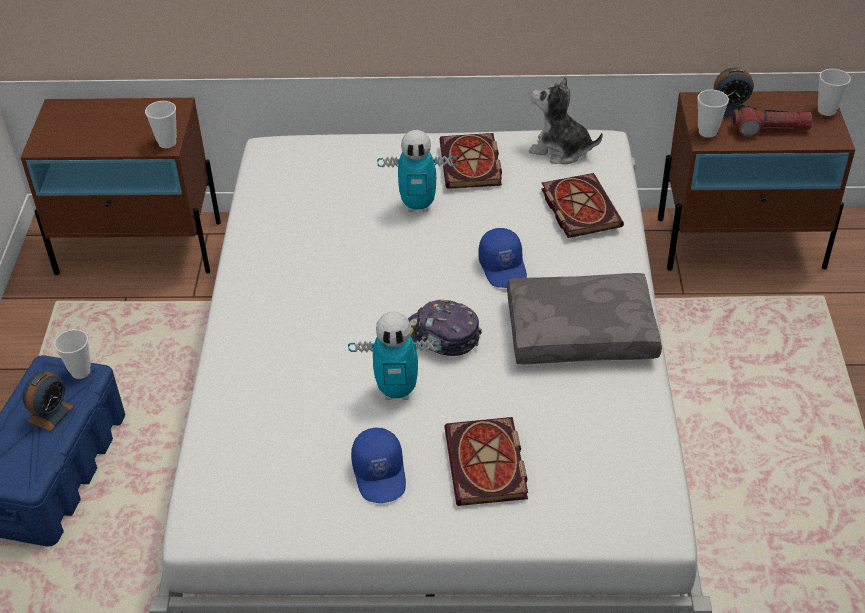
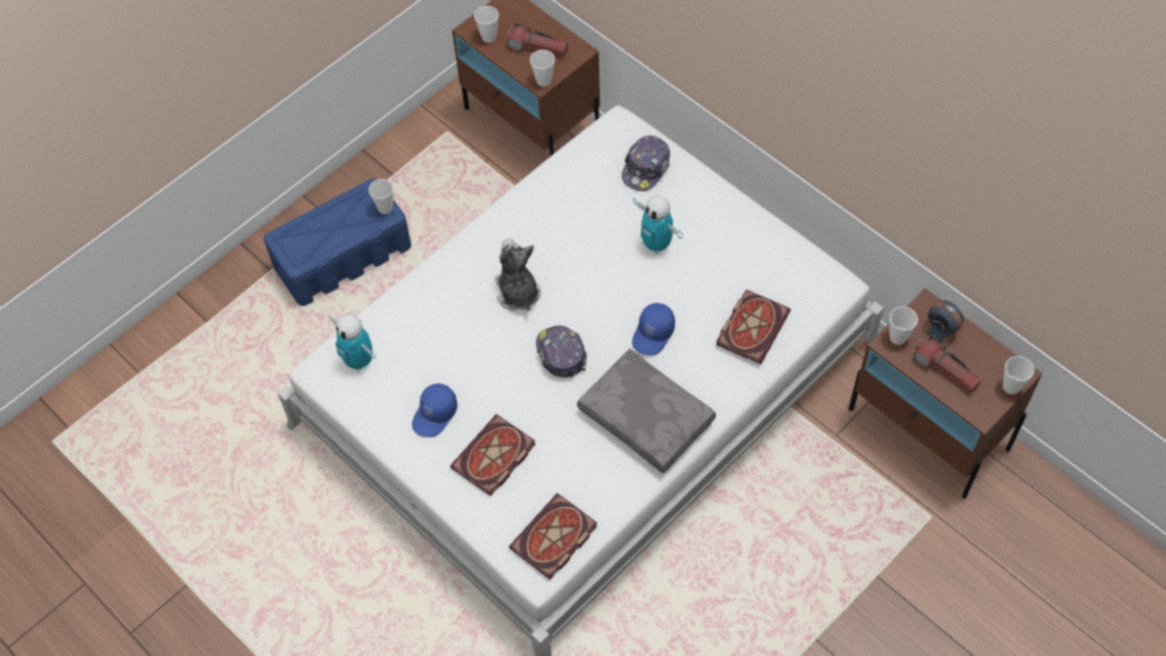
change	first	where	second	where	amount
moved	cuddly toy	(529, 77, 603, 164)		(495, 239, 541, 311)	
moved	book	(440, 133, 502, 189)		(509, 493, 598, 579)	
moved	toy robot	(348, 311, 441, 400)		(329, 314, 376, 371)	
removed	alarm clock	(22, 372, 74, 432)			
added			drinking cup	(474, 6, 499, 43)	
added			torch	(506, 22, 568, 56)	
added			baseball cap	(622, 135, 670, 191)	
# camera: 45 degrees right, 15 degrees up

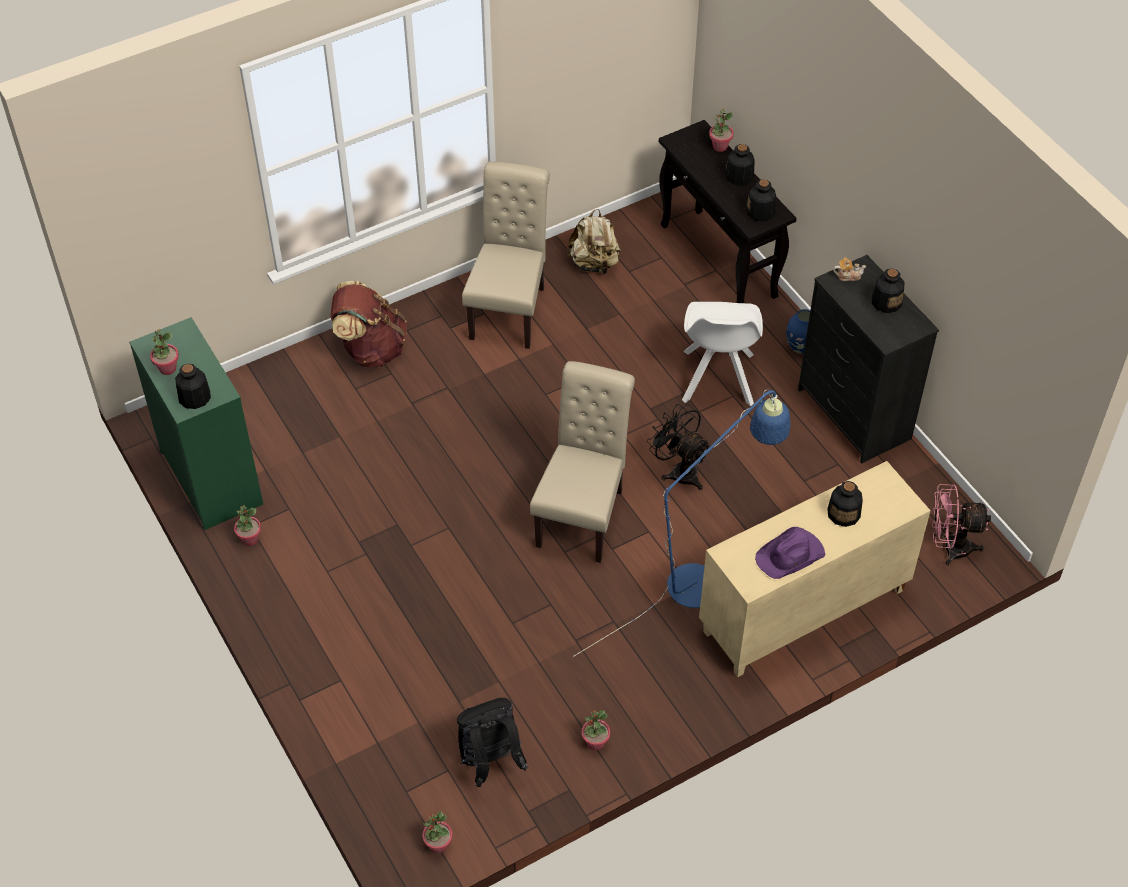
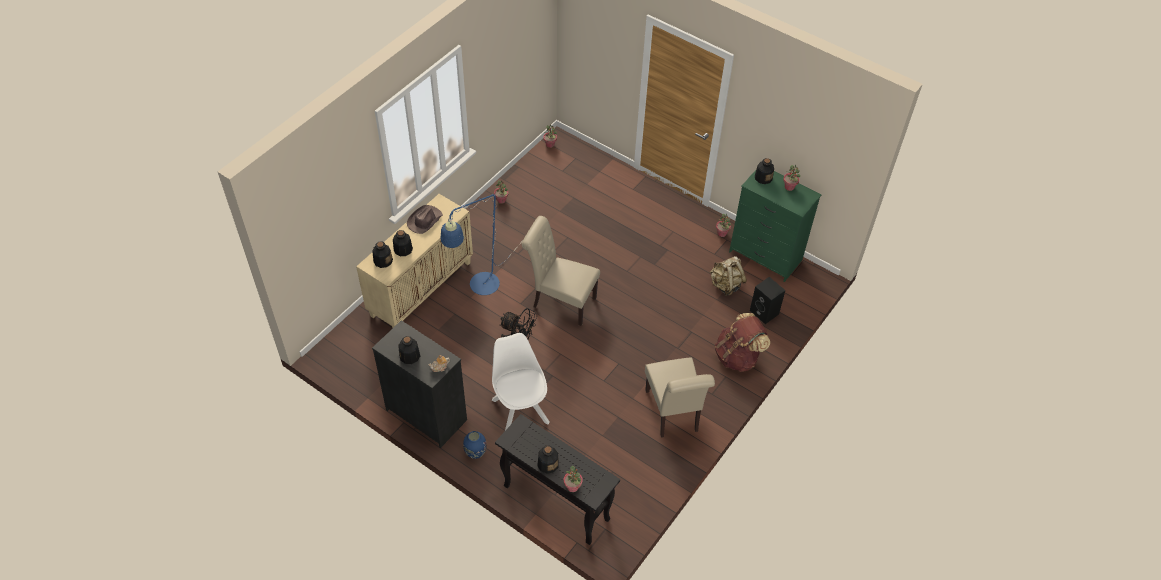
change	first	where	second	where	amount
moved	bottle	(746, 179, 776, 222)		(372, 241, 393, 268)	
moved	knapsack (beige-coloured)	(566, 209, 621, 274)		(709, 256, 747, 296)	
turned	plain chair (beige-coloured)	(530, 361, 635, 563)		(521, 216, 600, 326)	120 degrees clockwise
removed	fan (pinkish)	(932, 484, 991, 566)			
recoloured	wearable hat (purplish)	(755, 527, 825, 579)	wearable hat (brown)	(407, 205, 443, 234)	
removed	knapsack (black)	(457, 698, 528, 787)			
added			speaker (black)	(750, 277, 785, 324)	
# camera: 155 degrees right, 0 degrees up

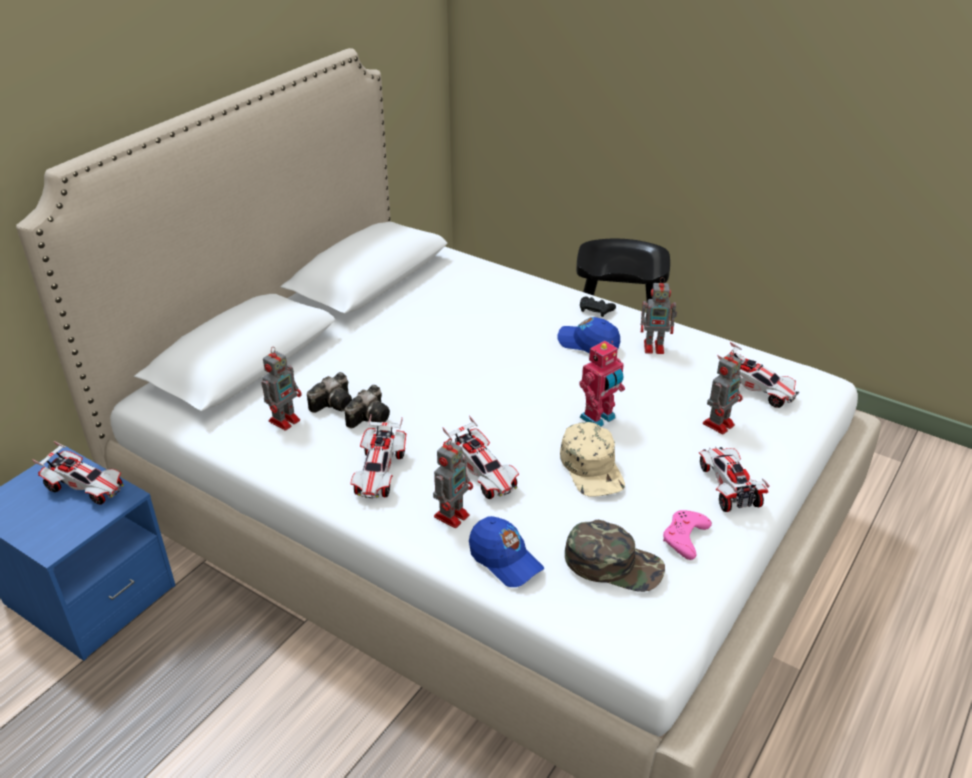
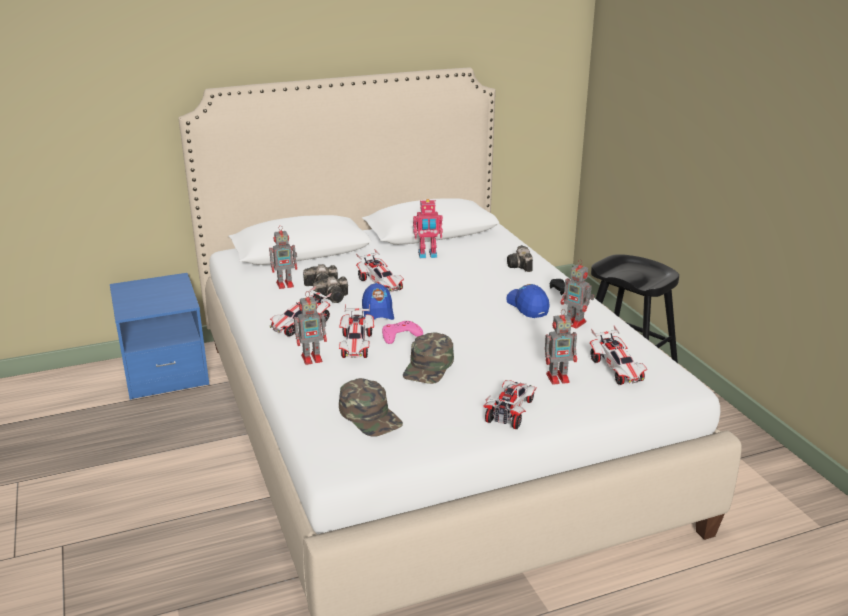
change	first	where	second	where	amount
moved	toy robot	(579, 341, 625, 427)		(413, 199, 443, 258)	
recoloured	baseball cap (beige-coloured)	(560, 422, 625, 497)	baseball cap (green)	(403, 332, 454, 384)	
moved	miniature car	(32, 441, 124, 504)		(356, 249, 404, 292)	
moved	gamepad (pinkish)	(663, 510, 712, 560)		(382, 321, 423, 344)	
moved	baseball cap (blue-coloured)	(469, 516, 544, 587)		(362, 283, 394, 320)	
added			still camera	(507, 245, 533, 272)	
# camera: 35 degrees right, 10 degrees down

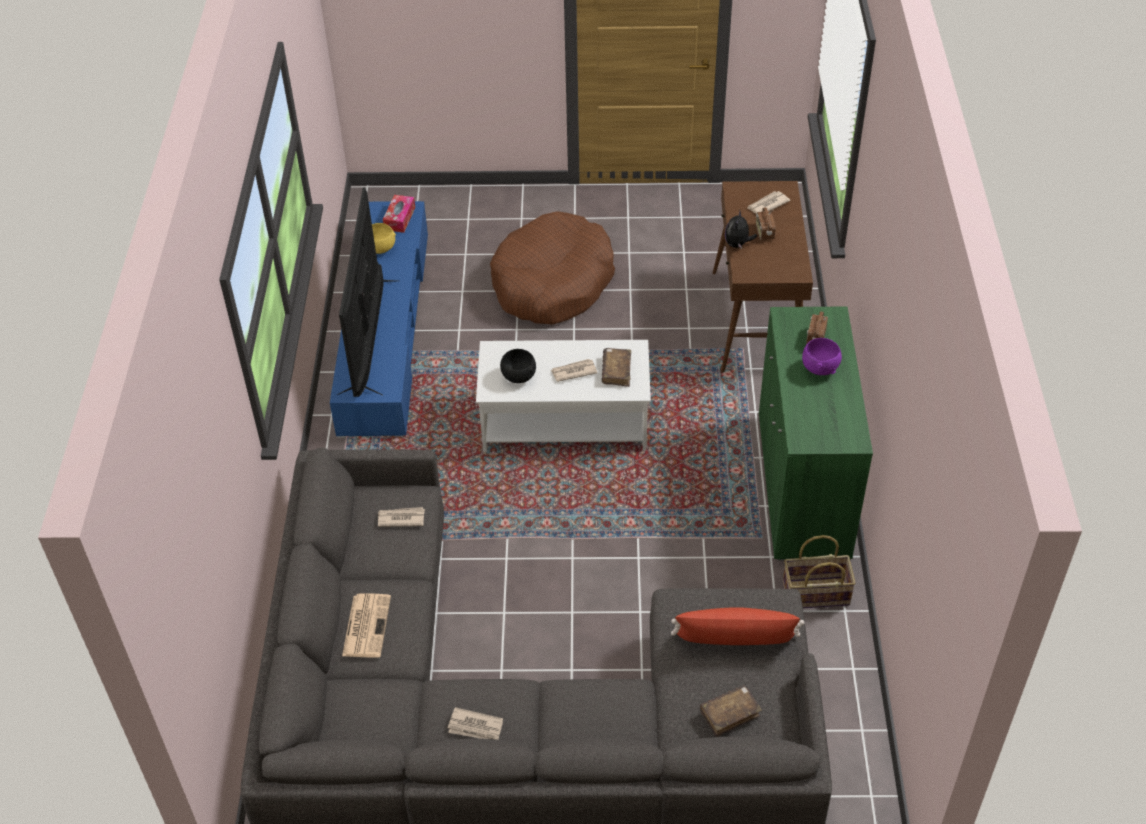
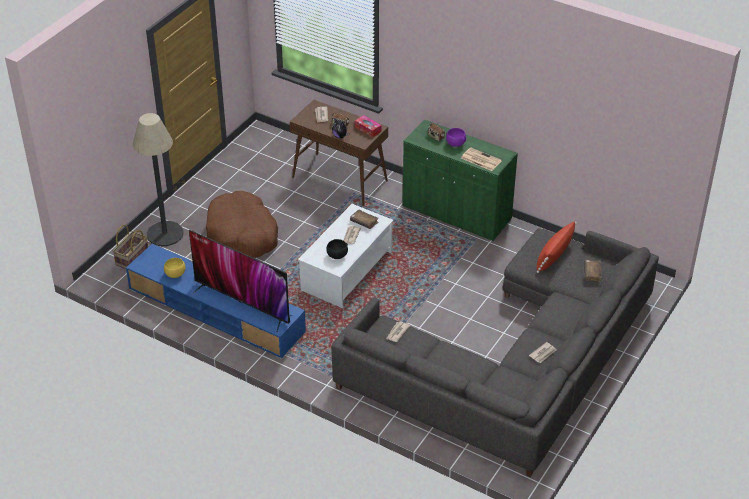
change	first	where	second	where	amount
moved	tissue holder	(383, 195, 415, 233)		(355, 115, 382, 137)	
moved	basket	(782, 535, 856, 608)		(113, 225, 148, 269)	
moved	newspaper	(342, 593, 391, 658)		(461, 147, 502, 171)	
added			standing lamp	(133, 113, 184, 246)	
# camera: 60 degrees left, 5 degrees down

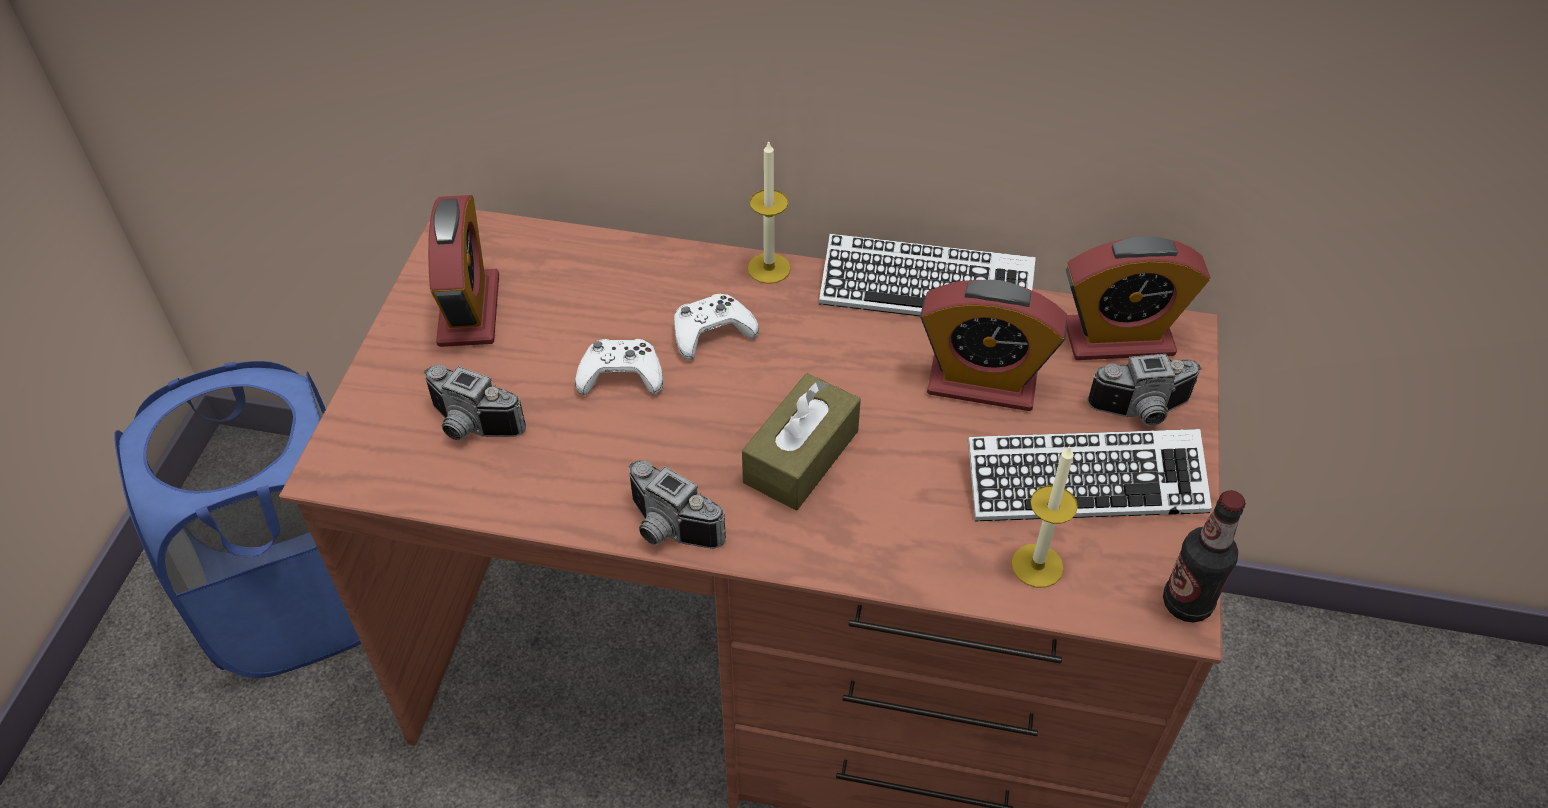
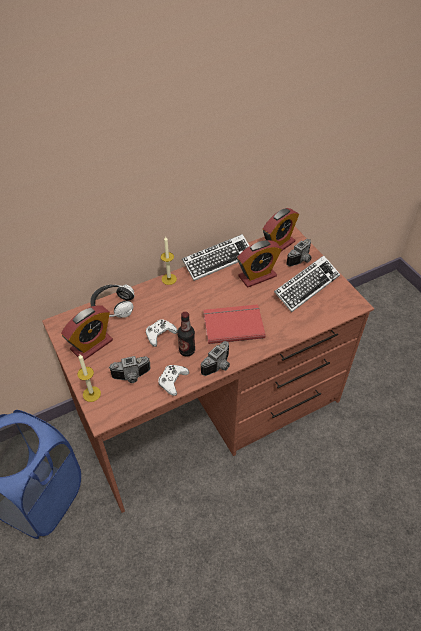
change	first	where	second	where	amount
turned	alarm clock	(428, 195, 499, 347)		(61, 305, 113, 360)	90 degrees clockwise
moved	gamepad (white-coloured)	(674, 294, 759, 360)		(158, 365, 189, 396)	
replaced	tissue holder (brown)	(742, 373, 861, 510)	book (red-coloured)	(203, 304, 265, 344)	
moved	wax candle	(1011, 445, 1078, 588)		(77, 355, 101, 402)	
turned	still camera	(629, 460, 726, 549)		(201, 341, 230, 376)	45 degrees counterclockwise
moved	bottle	(1163, 490, 1246, 623)		(178, 312, 195, 357)	
added			headphones	(90, 284, 135, 318)	
# camera: 40 degrees left, 0 degrees up

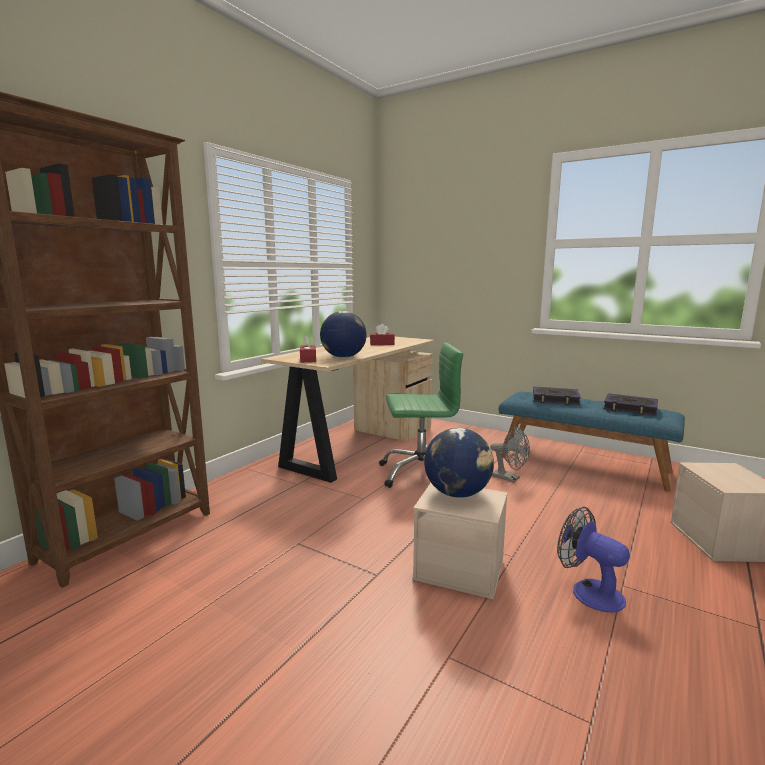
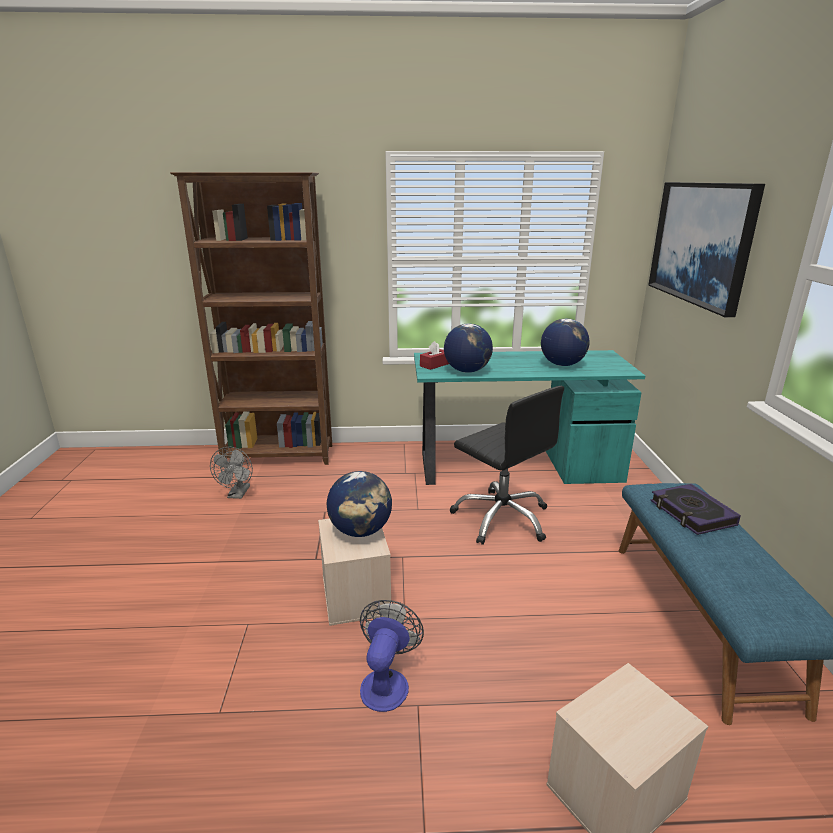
change	first	where	second	where	amount
replaced	tissue holder (red-coloured)	(370, 324, 395, 345)	desk globe	(541, 319, 590, 366)	
recoloured	desk unit (beige-coloured)	(261, 337, 435, 483)	desk unit (turquoise-coloured)	(414, 350, 645, 485)	
recoloured	desk chair (green)	(379, 343, 463, 488)	desk chair (black)	(450, 386, 564, 545)	
removed	book	(603, 393, 658, 416)			
moved	fan (grey)	(490, 427, 530, 483)		(210, 447, 253, 499)	
added			wall picture	(648, 182, 765, 317)	
# camera: 55 degrees right, 10 degrees up

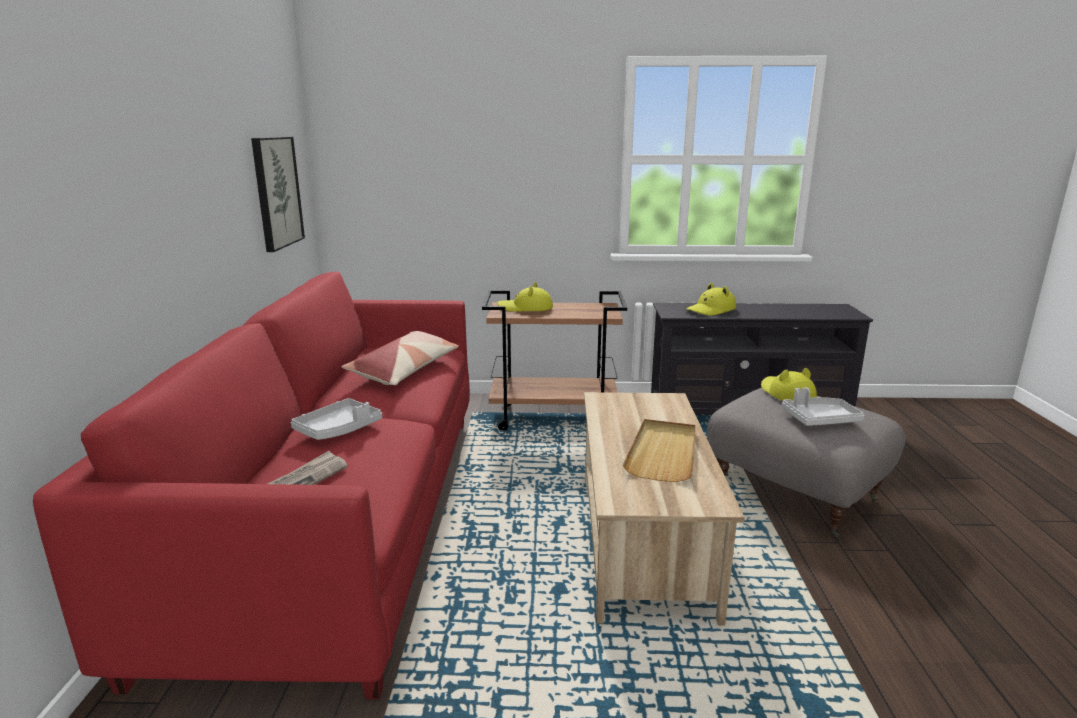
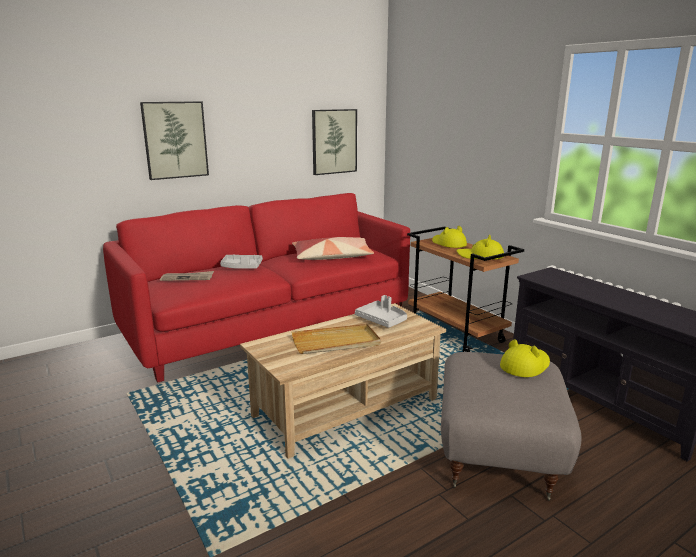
change	first	where	second	where	amount
moved	wearable hat (yellow)	(686, 283, 736, 316)		(457, 235, 504, 260)	
moved	carrying tray (grey)	(782, 388, 864, 426)		(355, 295, 407, 328)	
added			wall picture	(140, 101, 209, 180)	
# camera: 55 degrees right, 0 degrees up

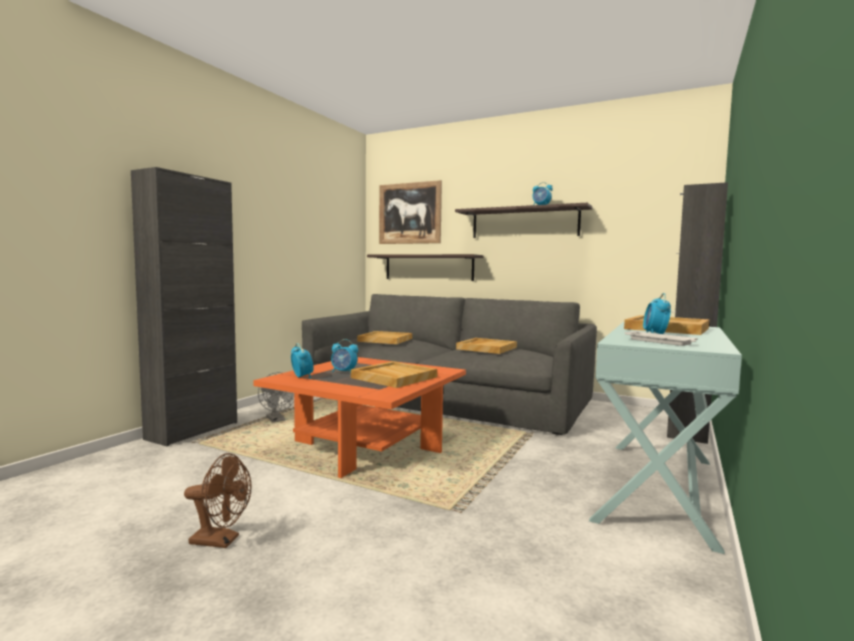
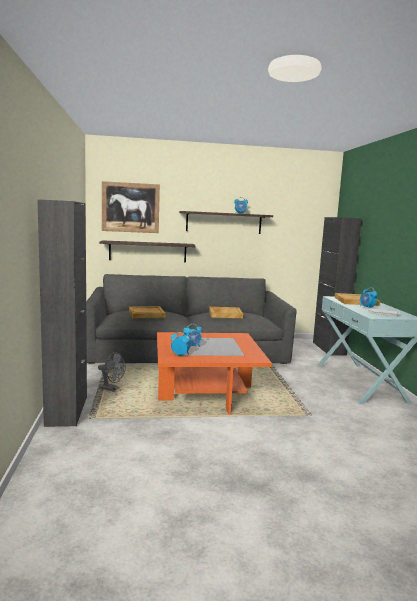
change	first	where	second	where	amount
removed	carrying tray (beige-coloured)	(351, 361, 437, 388)			
removed	fan (brown)	(184, 453, 251, 548)			
# camera: 35 degrees left, 5 degrees up

